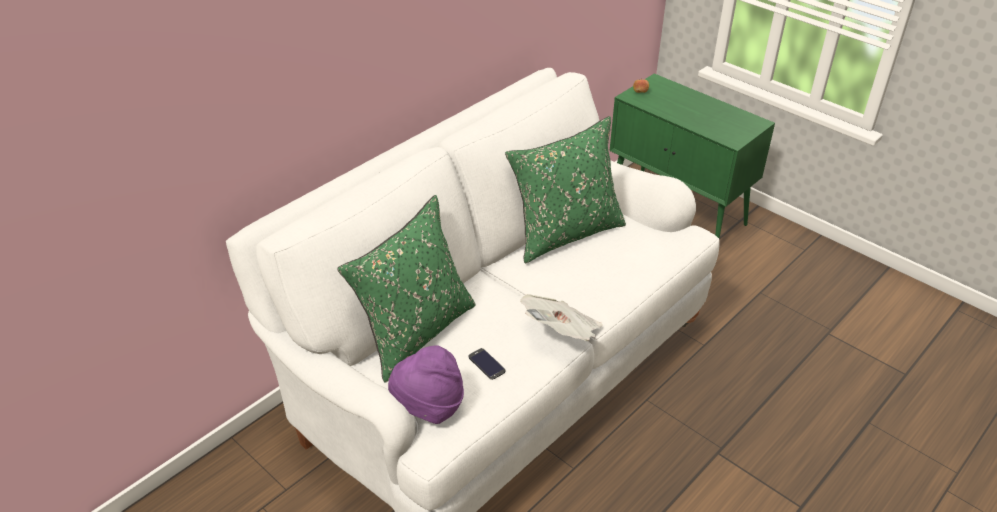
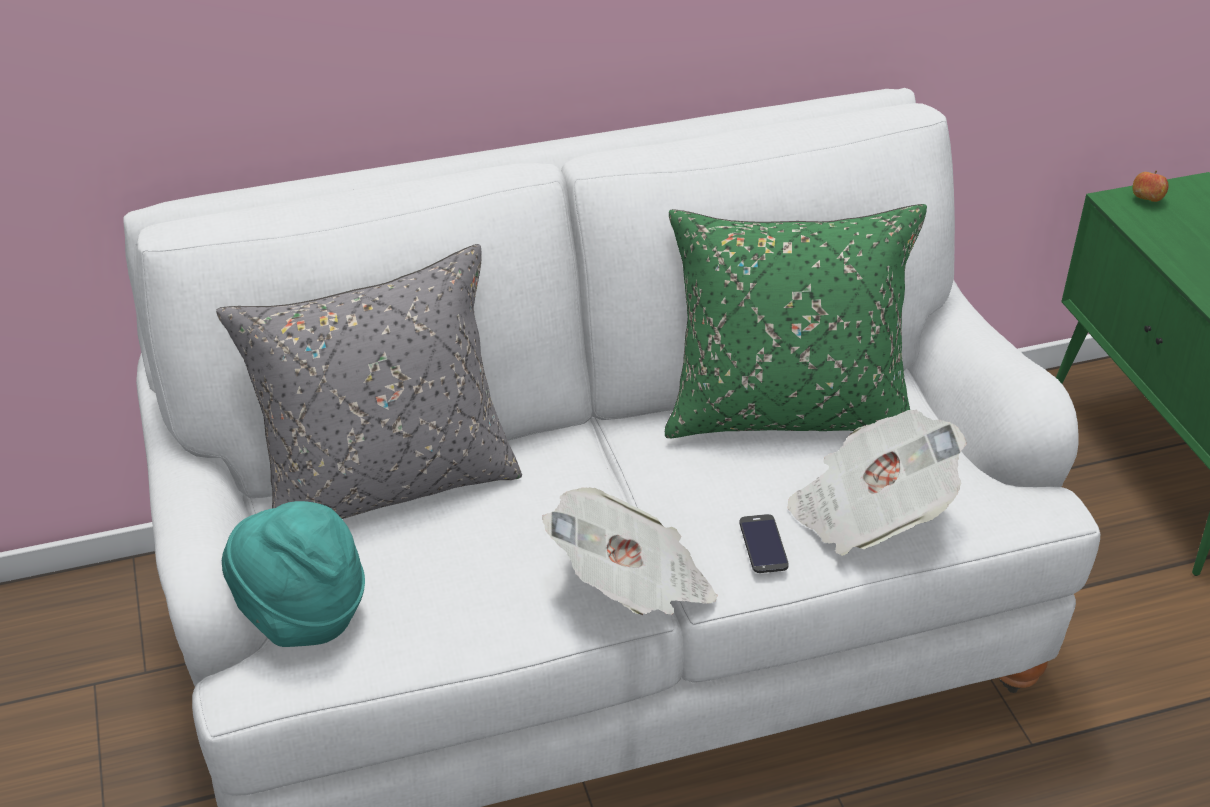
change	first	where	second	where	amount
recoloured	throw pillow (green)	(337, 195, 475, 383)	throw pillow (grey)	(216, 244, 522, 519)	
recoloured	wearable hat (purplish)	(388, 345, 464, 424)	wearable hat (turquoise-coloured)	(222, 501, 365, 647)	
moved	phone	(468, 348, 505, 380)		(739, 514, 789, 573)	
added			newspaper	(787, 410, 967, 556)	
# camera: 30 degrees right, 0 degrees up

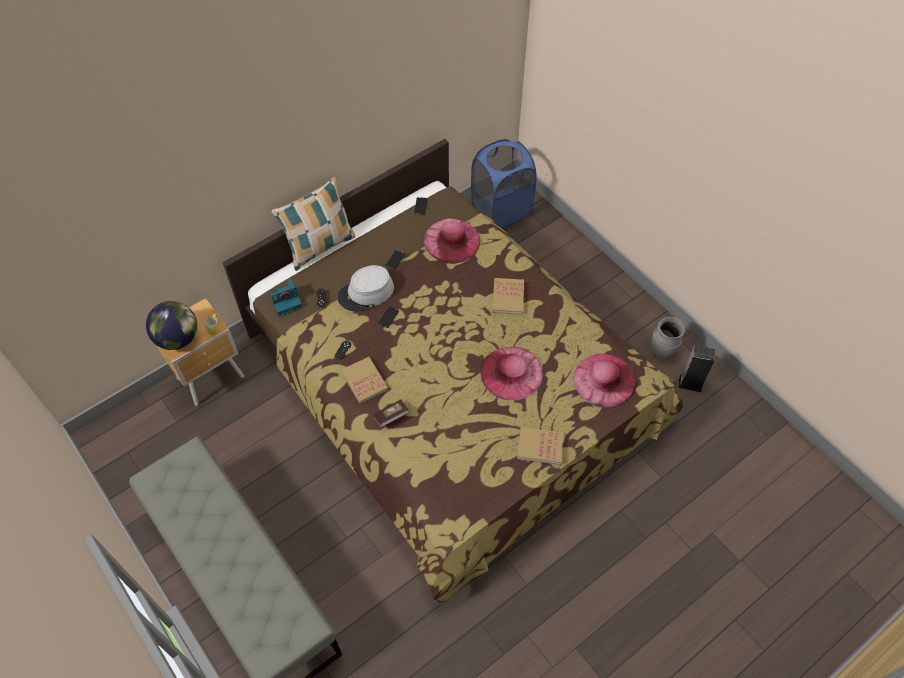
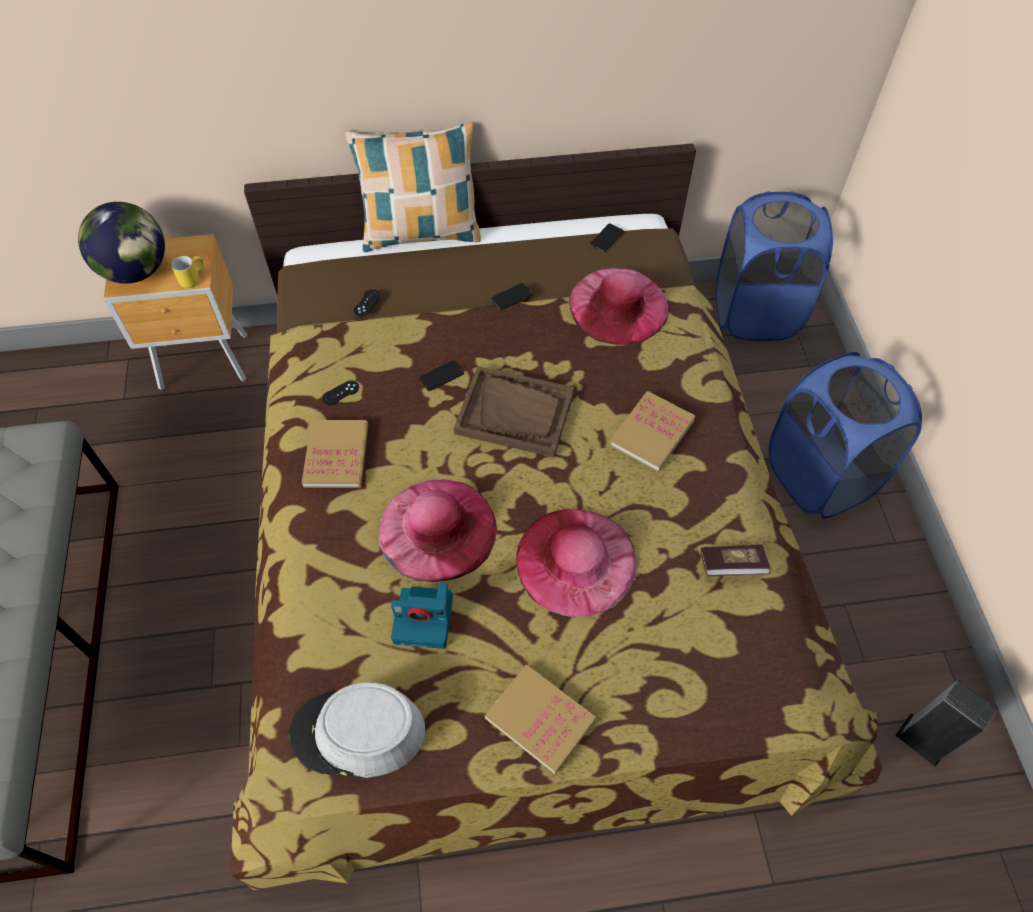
change	first	where	second	where	amount
moved	wearable hat (grey)	(338, 265, 394, 312)		(289, 682, 425, 778)	
moved	still camera	(270, 278, 302, 316)		(391, 582, 453, 649)	
removed	decorative vase (grey)	(651, 317, 685, 358)			
moved	wearable hat (pinkish)	(573, 354, 637, 408)		(379, 479, 497, 582)	
moved	book	(373, 399, 410, 427)		(701, 544, 770, 576)	
added			laundry basket (blue-coloured)	(769, 352, 922, 519)	
added			carrying tray (brown)	(454, 366, 574, 457)	
# camera: 30 degrees right, 0 degrees up

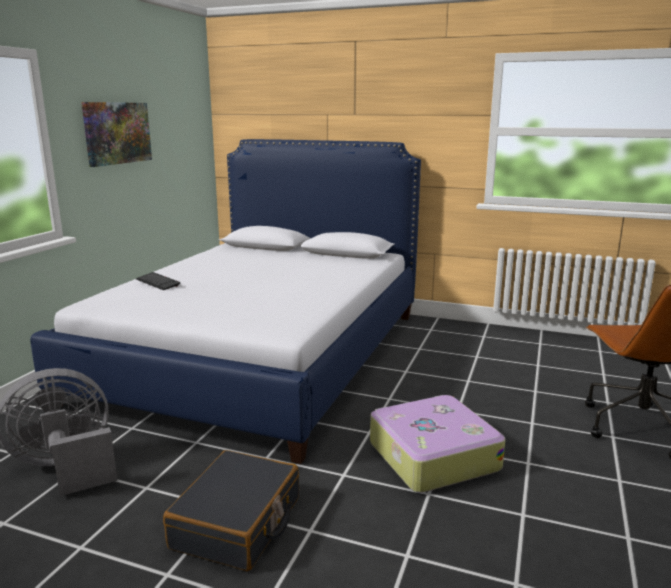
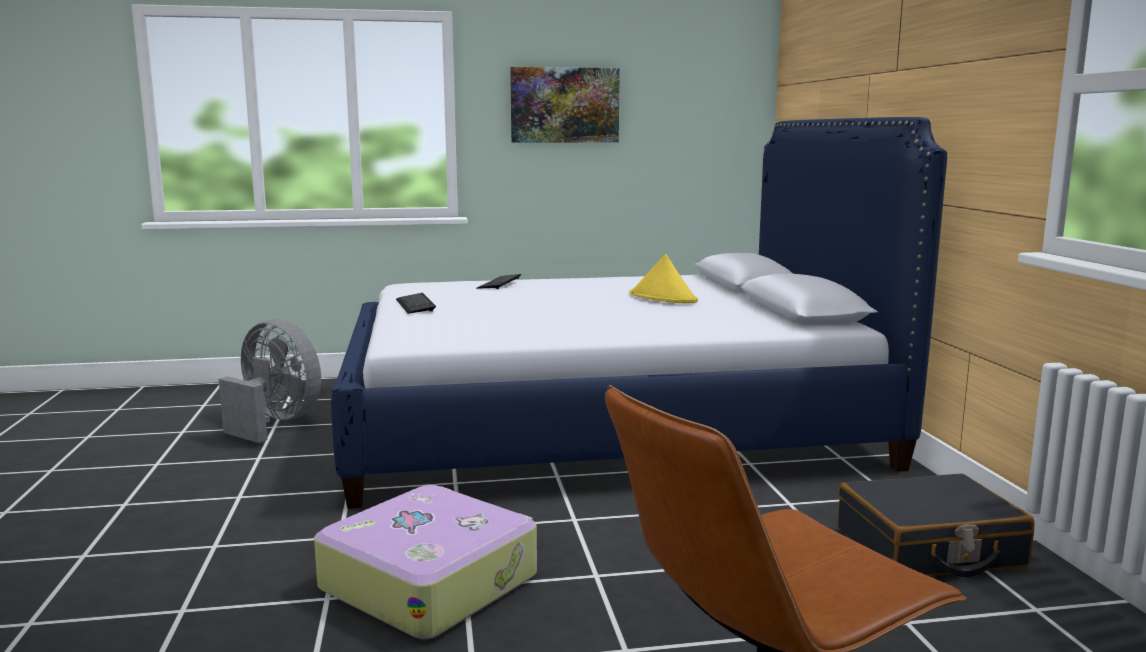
change	first	where	second	where	amount
moved	travel case (black)	(163, 450, 299, 571)		(838, 474, 1034, 577)	
added			wearable hat (yellow)	(629, 254, 698, 303)	
added			keyboard	(396, 293, 436, 314)	
# camera: 60 degrees right, 5 degrees down

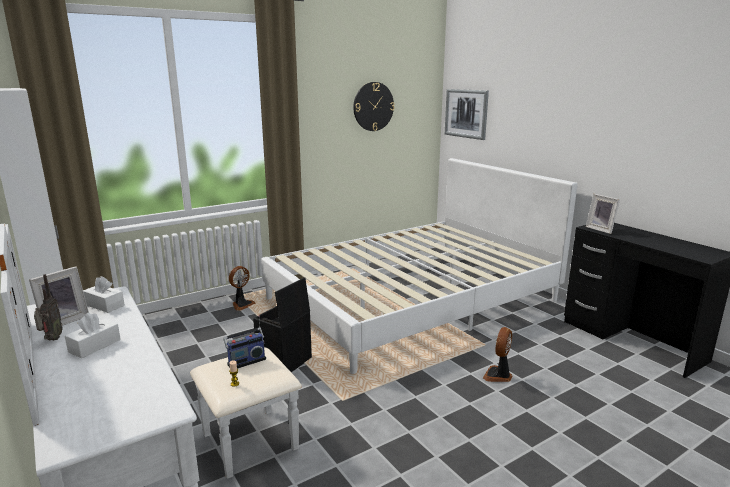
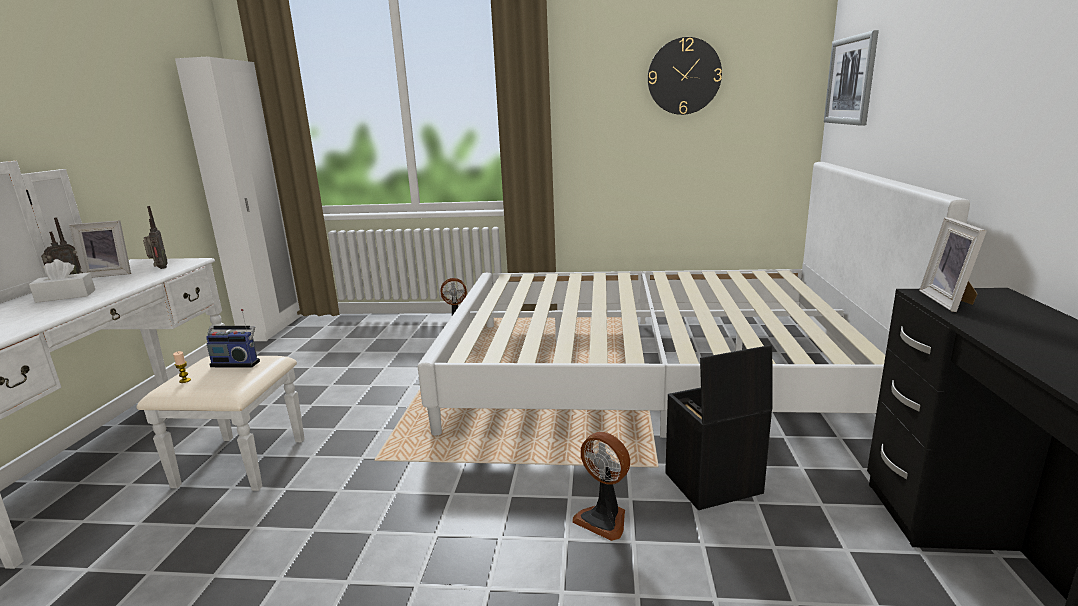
change	first	where	second	where	amount
replaced	tissue holder (white-coloured)	(83, 276, 125, 313)	radio	(143, 206, 167, 269)	
moved	storage box (black)	(253, 277, 312, 372)		(665, 345, 773, 510)	
turned	fan	(483, 327, 512, 382)		(572, 432, 630, 541)	120 degrees counterclockwise
# camera: 40 degrees right, 0 degrees up

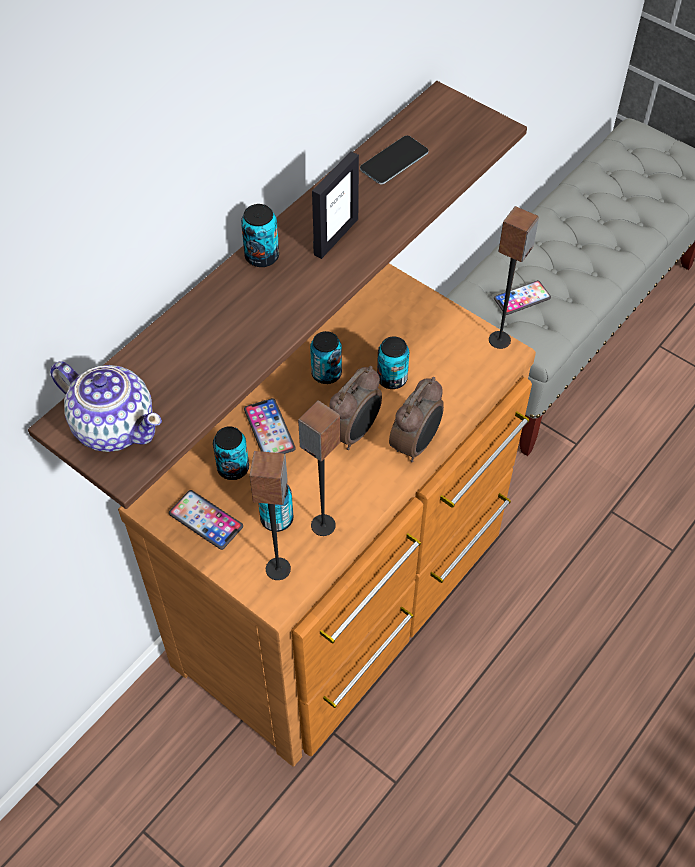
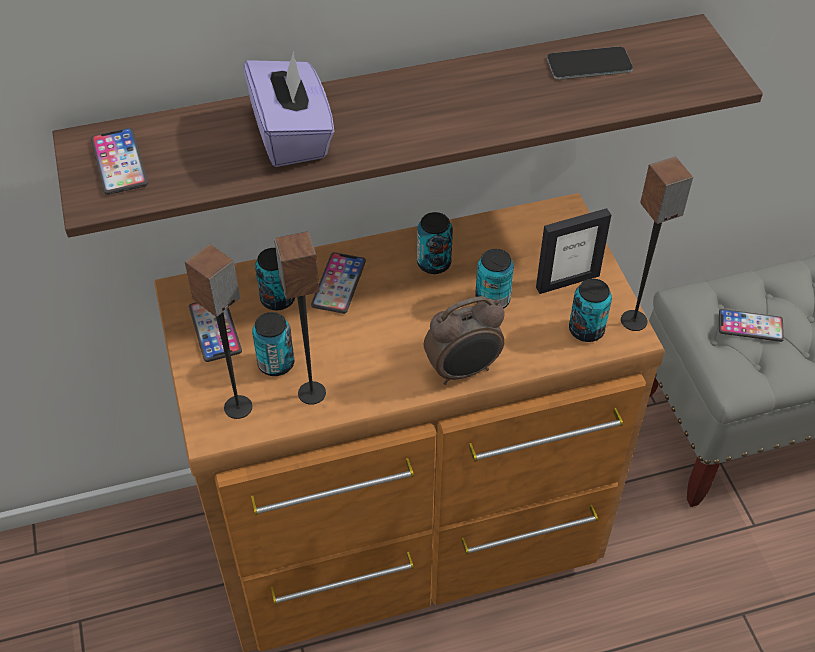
change	first	where	second	where	amount
moved	standing frame	(312, 151, 359, 259)		(536, 208, 611, 294)	
moved	metal can	(241, 204, 279, 267)		(569, 279, 612, 342)	
replaced	tea pot	(50, 361, 162, 452)	phone	(91, 128, 148, 195)	
removed	alarm clock	(329, 366, 382, 450)			
added			tissue holder (purplish)	(243, 51, 334, 167)	
# camera: 35 degrees right, 5 degrees down

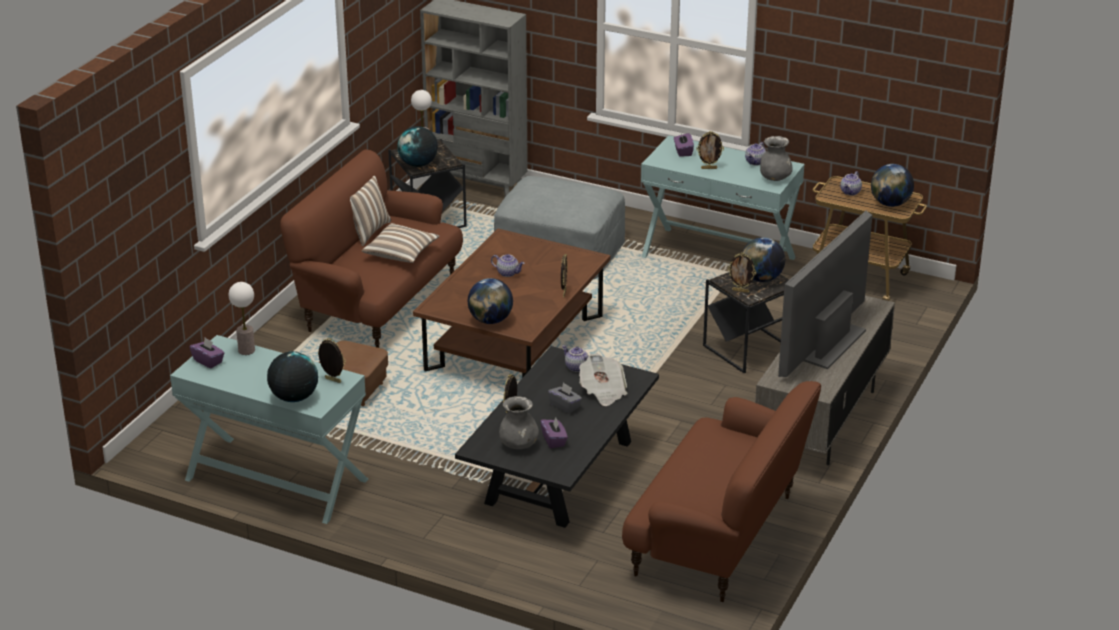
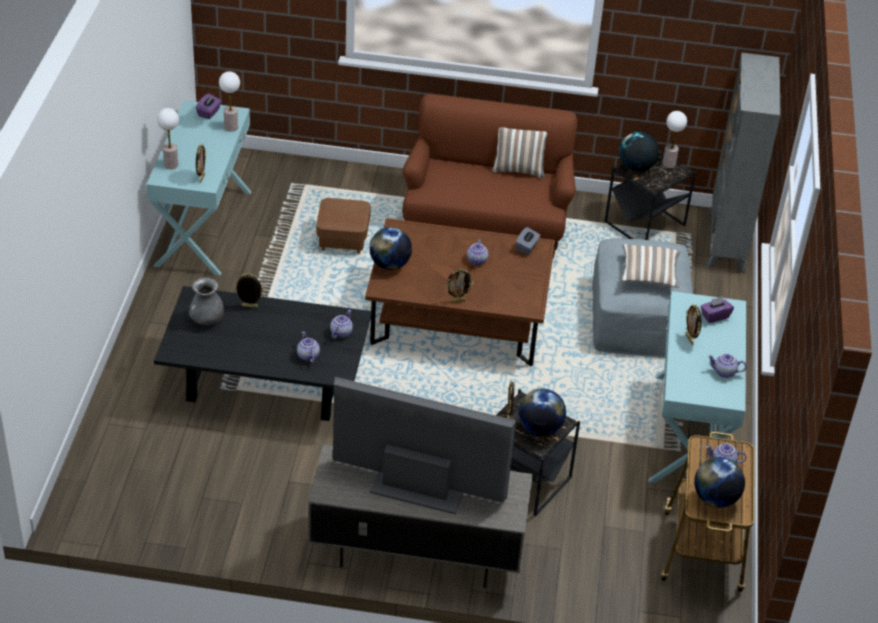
change	first	where	second	where	amount
removed	decorative vase (grey)	(760, 136, 793, 181)			
moved	throw pillow	(362, 223, 440, 263)		(621, 244, 681, 288)	
replaced	desk globe	(267, 351, 318, 402)	lamp for a table	(157, 108, 179, 169)	
replaced	newspaper	(579, 354, 627, 406)	tea pot	(297, 331, 320, 363)	
removed	settee (brown)	(622, 381, 821, 602)			
moved	tissue holder (grey)	(548, 383, 582, 414)		(516, 227, 541, 255)	
removed	tissue holder (purplish)	(540, 417, 568, 448)			
# camera: 70 degrees right, 10 degrees up

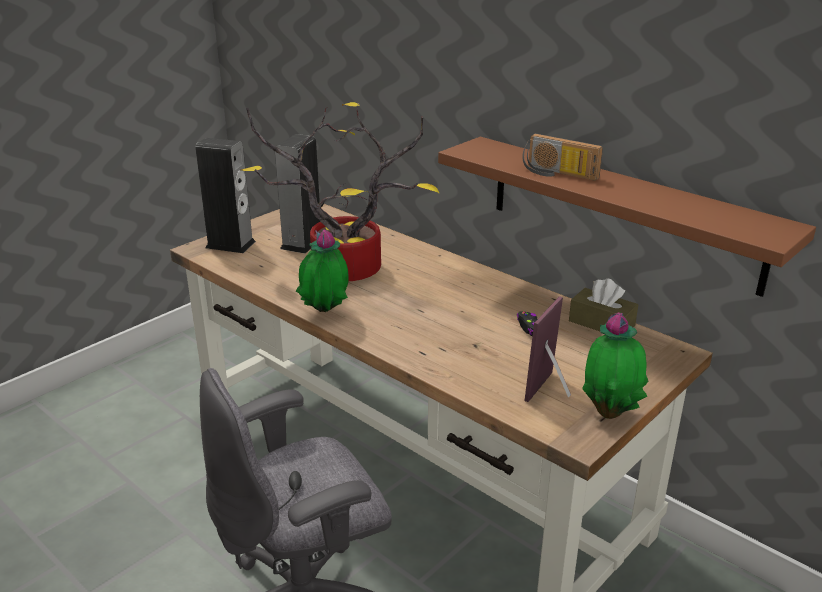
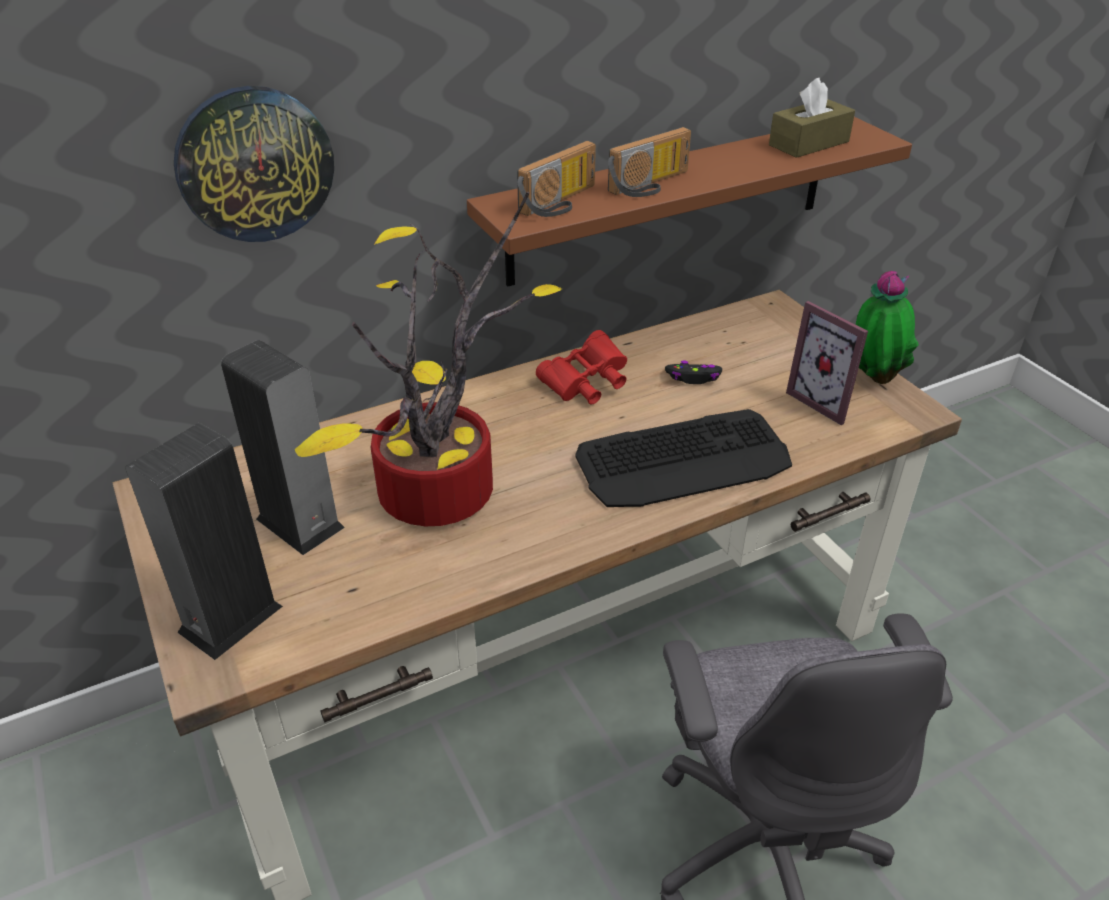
change	first	where	second	where	amount
removed	potted plant	(296, 230, 349, 312)			
moved	tissue holder (brown)	(569, 278, 638, 331)		(769, 78, 855, 158)	
added			hanging clock	(174, 86, 334, 242)	
added			radio	(517, 141, 596, 217)	
added			pair of binoculars (red-coloured)	(536, 330, 627, 405)	
added			keyboard	(575, 409, 792, 507)	
# camera: 70 degrees left, 10 degrees up

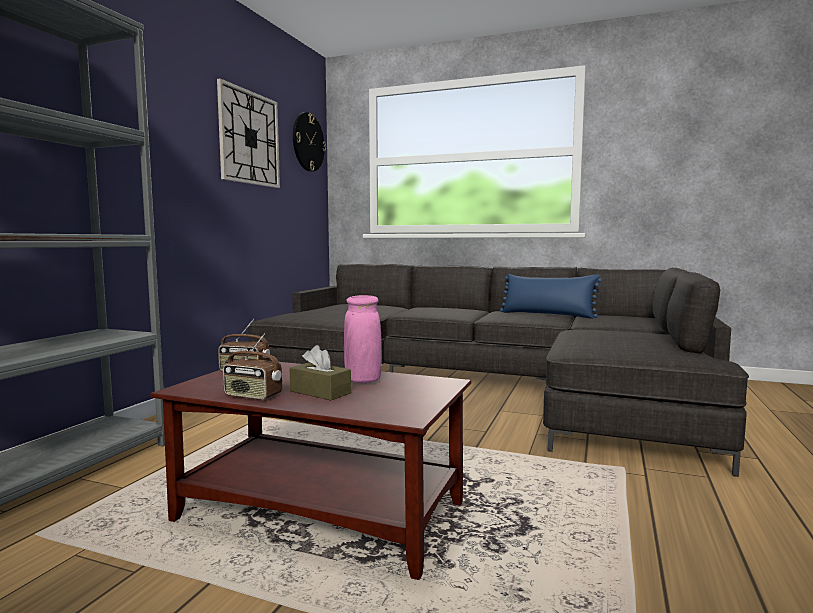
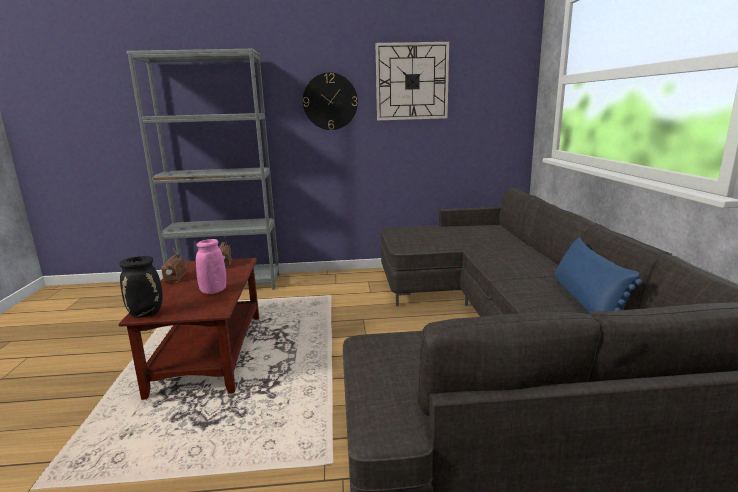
change	first	where	second	where	amount
moved	hanging clock	(293, 112, 326, 172)		(303, 72, 358, 130)	
removed	tissue holder (brown)	(290, 345, 351, 401)			
added			decorative vase (black)	(119, 256, 163, 318)	
# camera: 65 degrees right, 10 degrees up

